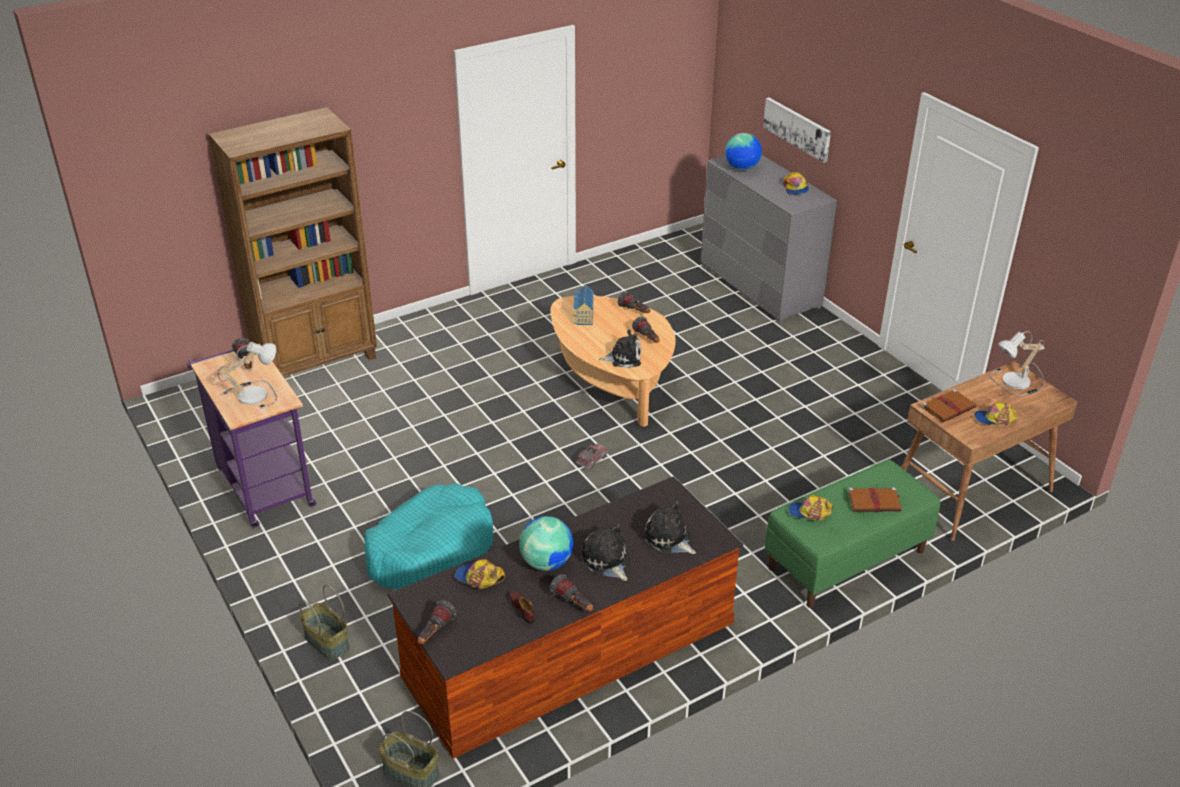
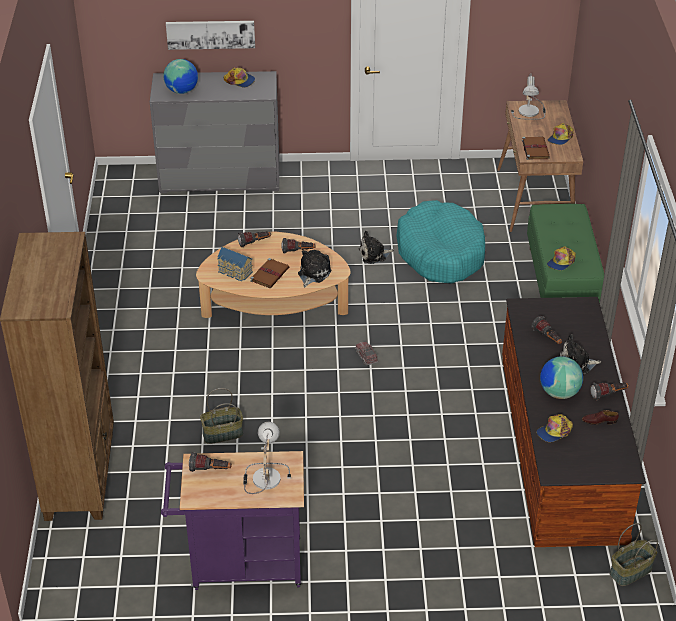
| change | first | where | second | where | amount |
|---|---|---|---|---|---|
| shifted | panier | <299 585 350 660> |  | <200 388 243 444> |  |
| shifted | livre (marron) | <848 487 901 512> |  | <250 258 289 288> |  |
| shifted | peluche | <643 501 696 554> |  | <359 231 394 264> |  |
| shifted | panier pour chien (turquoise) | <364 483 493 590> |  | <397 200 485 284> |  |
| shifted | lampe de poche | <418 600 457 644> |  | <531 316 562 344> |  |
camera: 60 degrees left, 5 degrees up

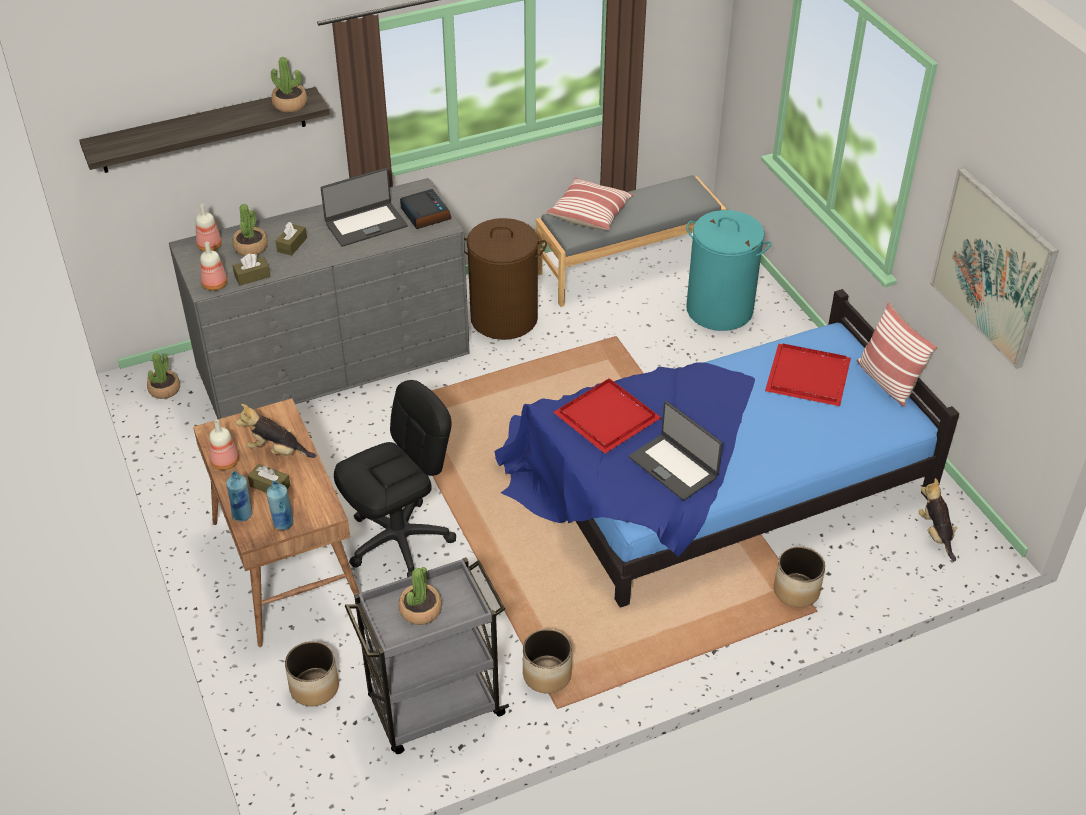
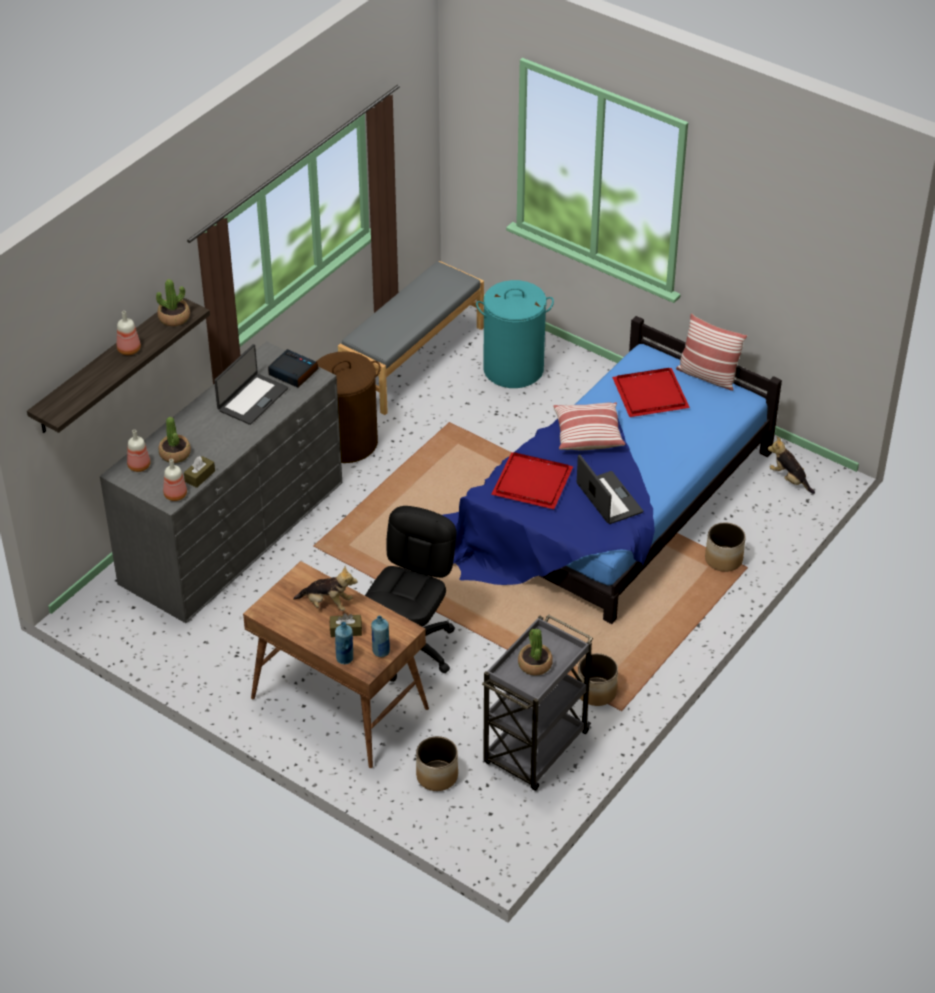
| change | first | where | second | where | amount |
|---|---|---|---|---|---|
| shifted | bouteille | <209 420 239 470> |  | <117 311 141 355> |  |
| rotated | peluche | <236 404 316 458> |  | <293 566 358 611> | 150 degrees counterclockwise |
| shifted | coussin | <547 178 634 230> |  | <553 402 625 450> |  |
| rotated | ordinateur portable | <629 401 723 501> |  | <577 454 643 524> | 135 degrees counterclockwise |
| gone | plante en pot | <147 353 180 399> |  |  |  |
| gone | boîte à mouchoirs (marron) | <276 222 307 256> |  |  |  |
| gone | tableau | <930 168 1059 369> |  |  |  |
camera: 30 degrees left, 0 degrees up

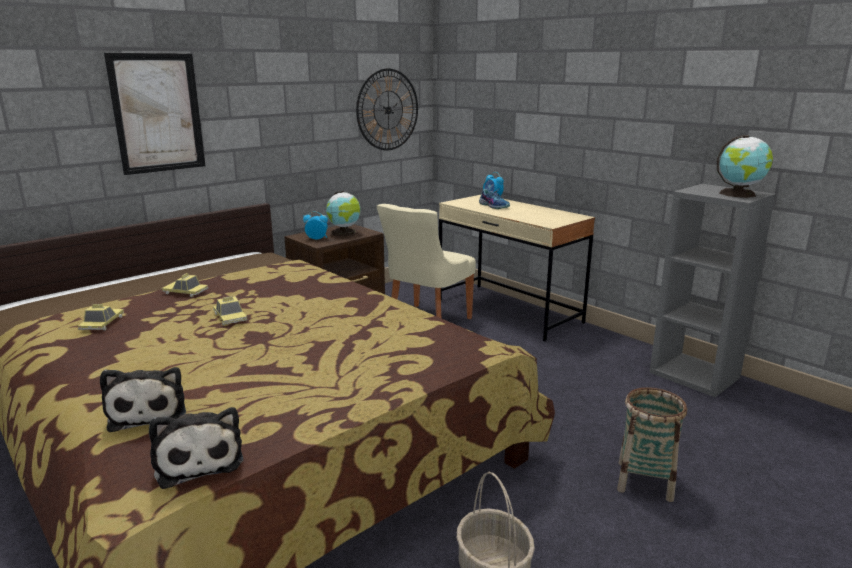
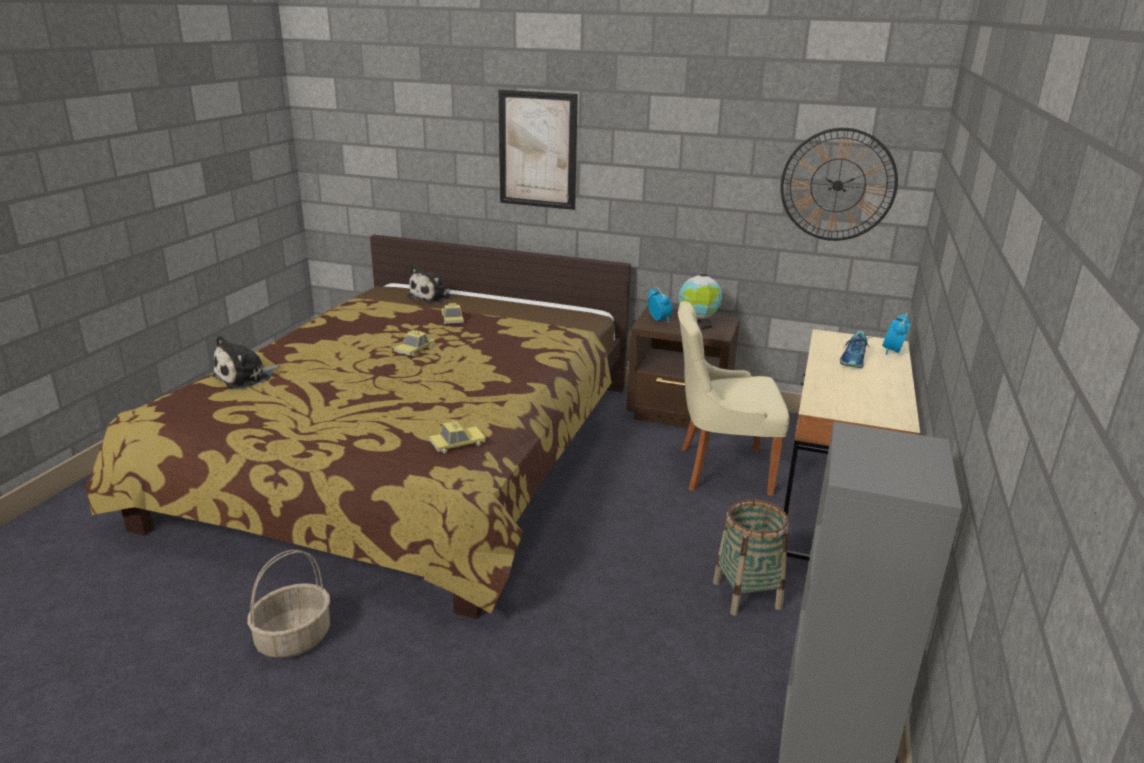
| change | first | where | second | where | amount |
|---|---|---|---|---|---|
| shifted | peluche | <149 407 243 489> |  | <407 265 452 303> |  |
| shifted | petite voiture | <78 304 124 330> |  | <429 420 486 454> |  |
| shifted | panier | <617 387 687 502> |  | <713 499 789 616> |  |
| gone | globe | <717 135 773 198> |  |  |  |
camera: 60 degrees right, 5 degrees up

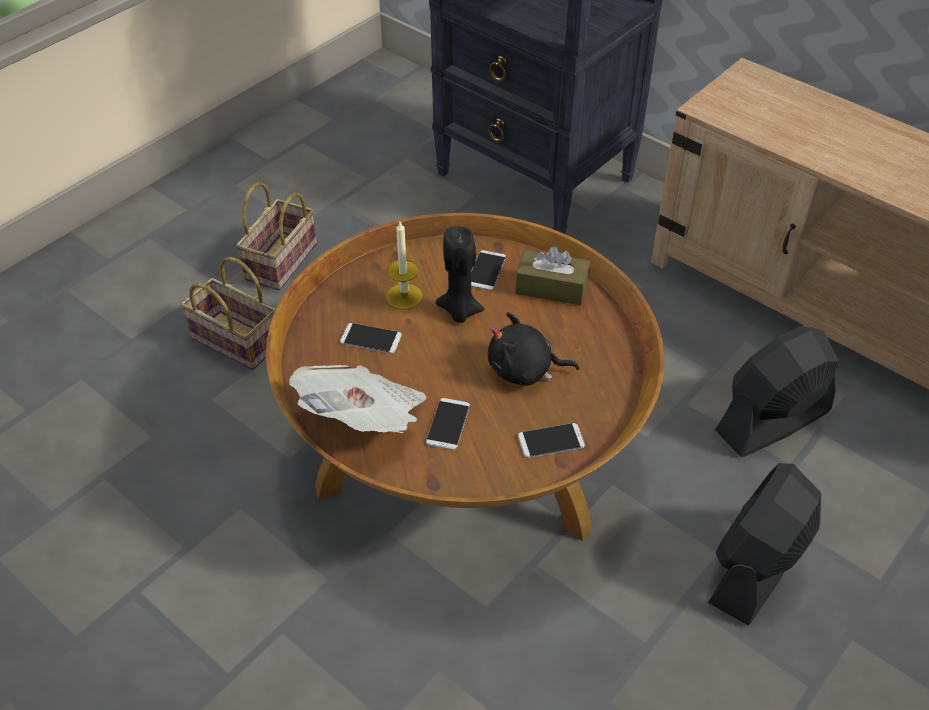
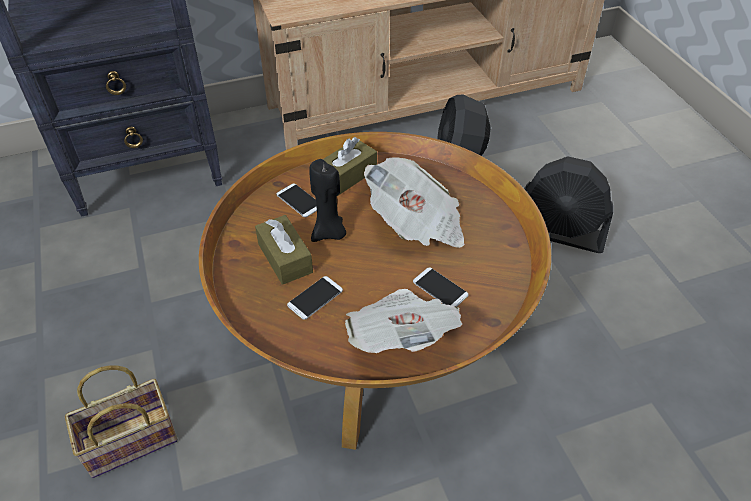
| change | first | where | second | where | amount |
|---|---|---|---|---|---|
| swapped | bougie | <386 222 423 310> | boîte à mouchoirs (marron) | <255 215 313 285> |  |
| swapped | peluche (noir) | <488 312 579 386> | journal | <364 157 465 248> |  |
| rotated | ventilateur (noir) | <708 463 821 626> |  | <524 156 613 253> | 45 degrees counterclockwise |
| gone | panier | <236 182 317 290> |  |  |  |
| gone | téléphone | <518 423 585 458> |  |  |  |
camera: 60 degrees left, 0 degrees up

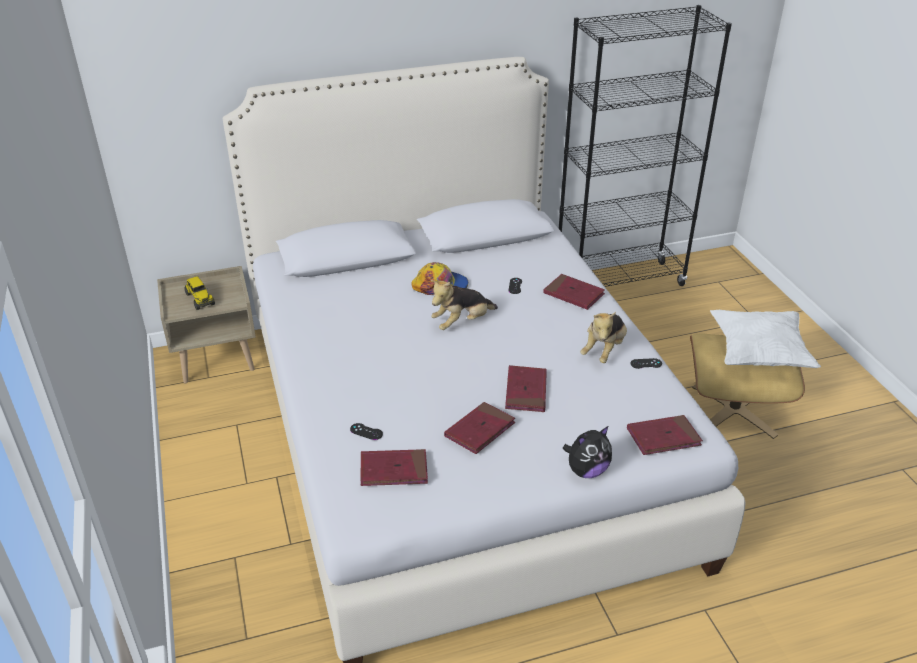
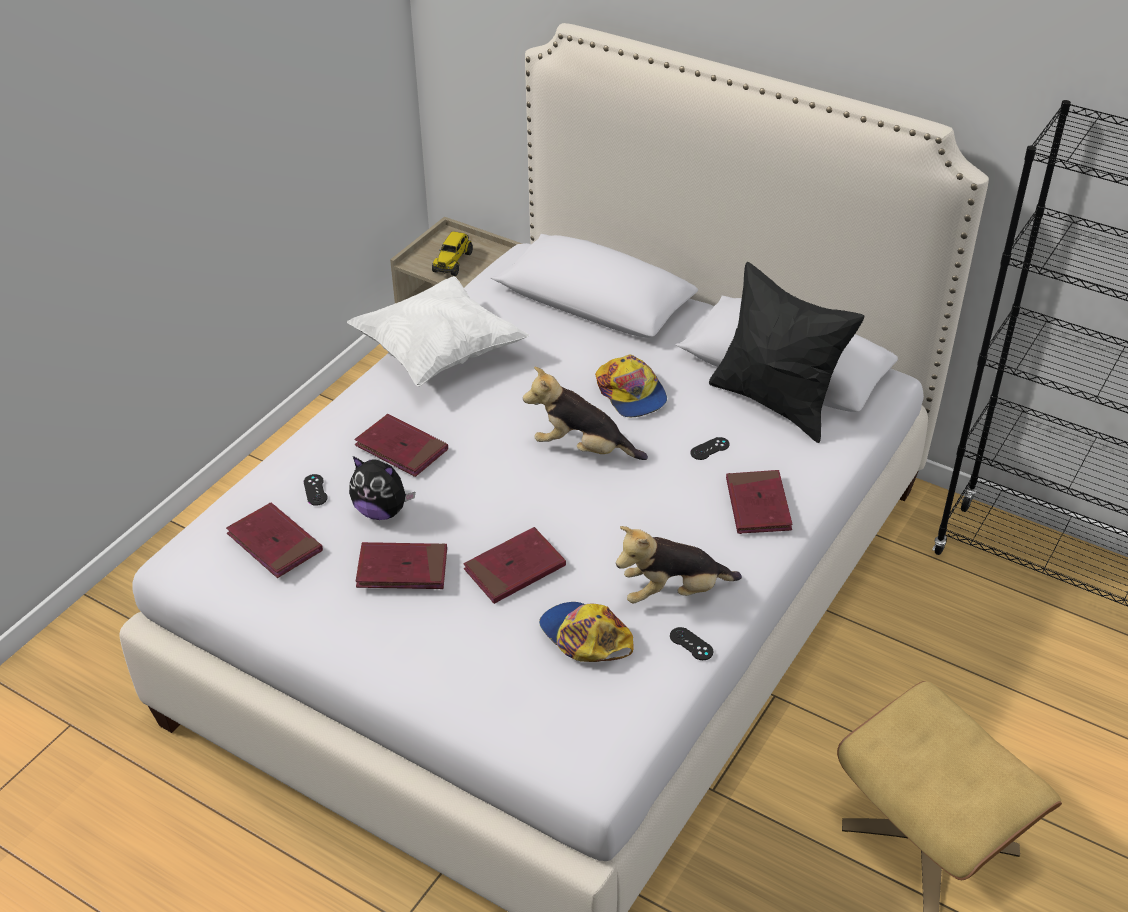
| change | first | where | second | where | amount |
|---|---|---|---|---|---|
| shifted | coussin (blanc) | <710 310 821 368> |  | <347 276 529 386> |  |
| shifted | peluche | <563 426 612 478> |  | <349 456 415 520> |  |
| shifted | livre (rouge) | <627 415 703 455> |  | <354 414 448 477> |  |
| new |  |  | casquette | <539 602 634 662> |  |
| new |  |  | coussin (noir) | <709 262 864 443> |  |
camera: 50 degrees right, 5 degrees up

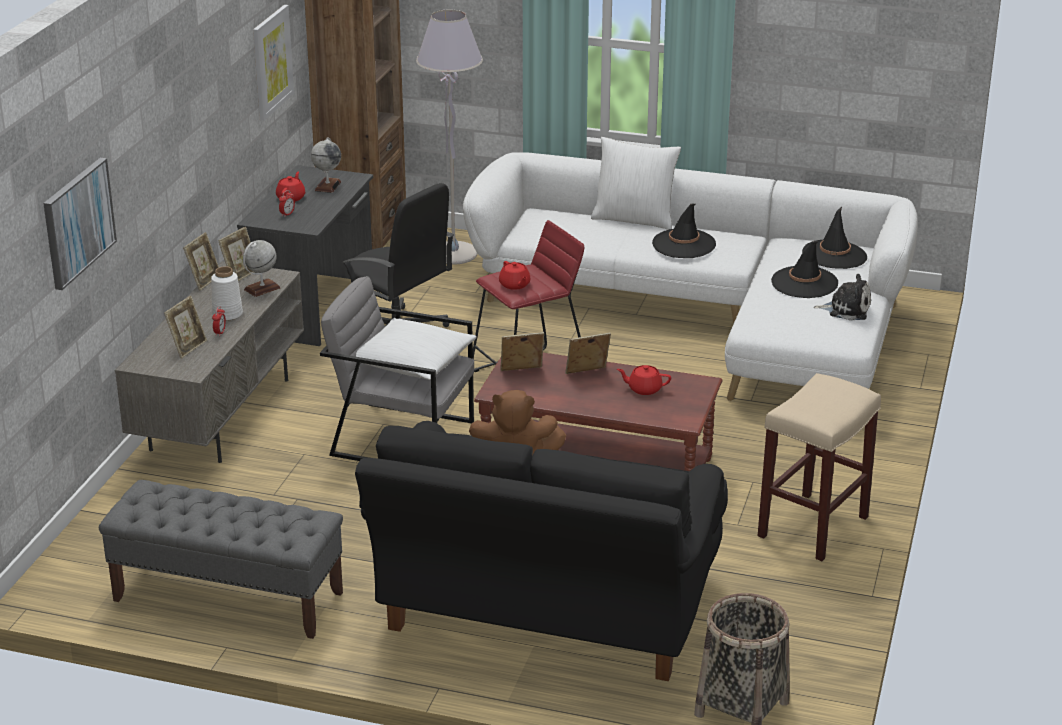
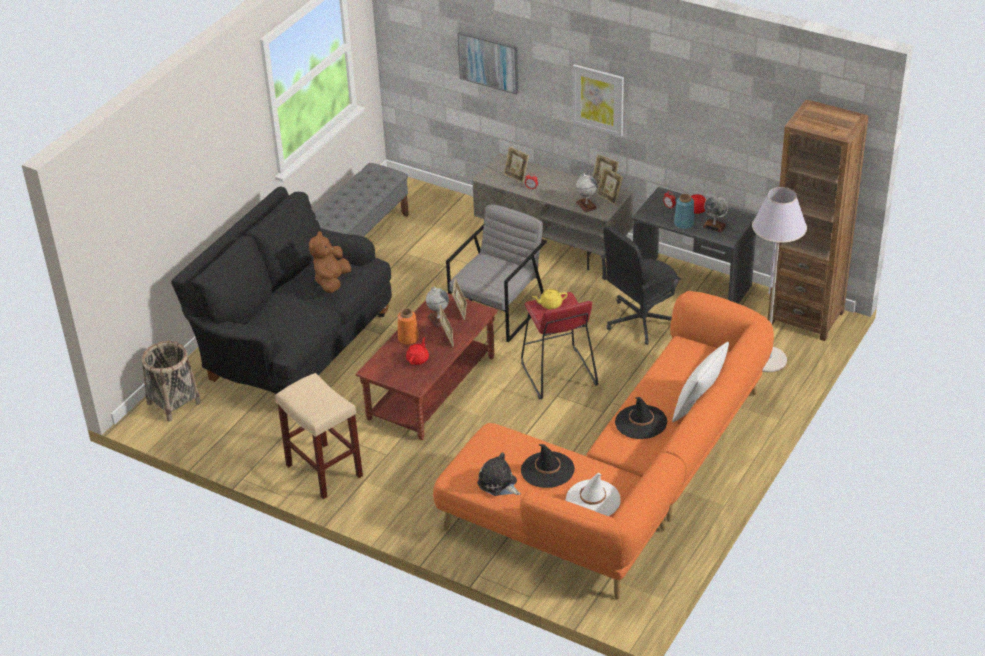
| change | first | where | second | where | amount |
|---|---|---|---|---|---|
| new |  |  | vase (orange) | <398 308 419 345> |  |
| new |  |  | globe | <426 286 449 328> |  |
| repainted | canapé (blanc) | <463 152 918 401> | canapé (orange) | <433 291 774 599> |  |
| rotated | peluche | <813 274 871 320> |  | <477 453 521 496> | 105 degrees clockwise |
| repainted | théière (rouge) | <499 261 530 290> | théière (jaune) | <532 289 568 309> |  |
| repainted | chapeau (noir) | <802 207 867 269> | chapeau (blanc) | <566 473 621 516> |  |
| shifted | tableau | <253 5 294 121> |  | <573 64 624 137> |  |
| new |  |  | vase (bleu) | <674 194 694 229> |  |
| gone | vase (blanc) | <211 266 243 321> |  |  |  |
| gone | coussin (blanc) | <356 318 477 380> |  |  |  |
camera: 105 degrees right, 10 degrees up

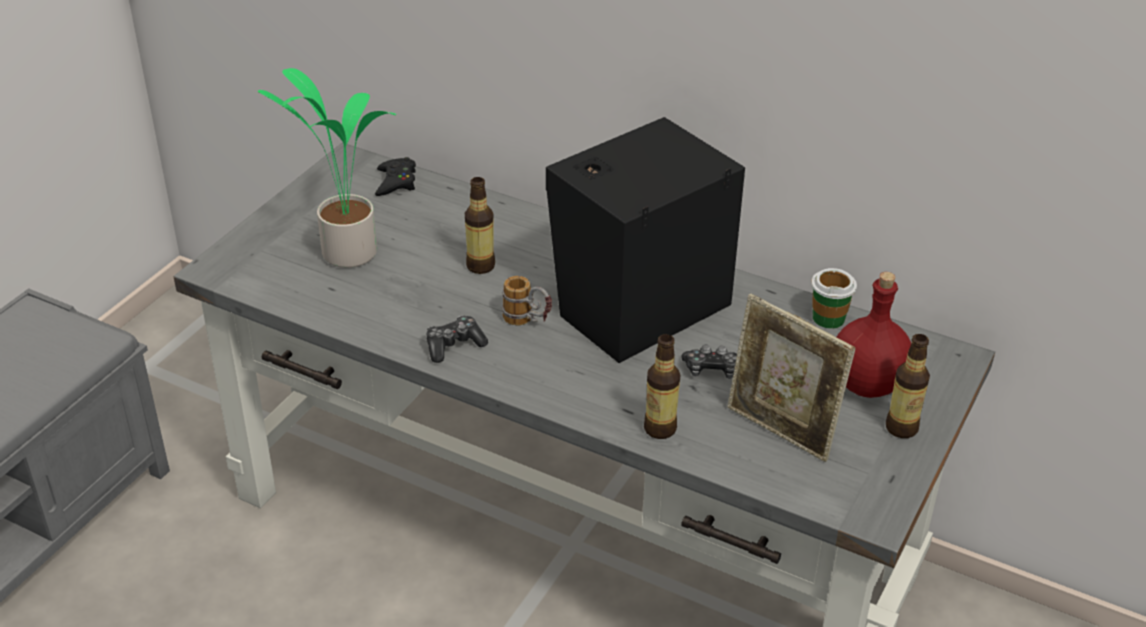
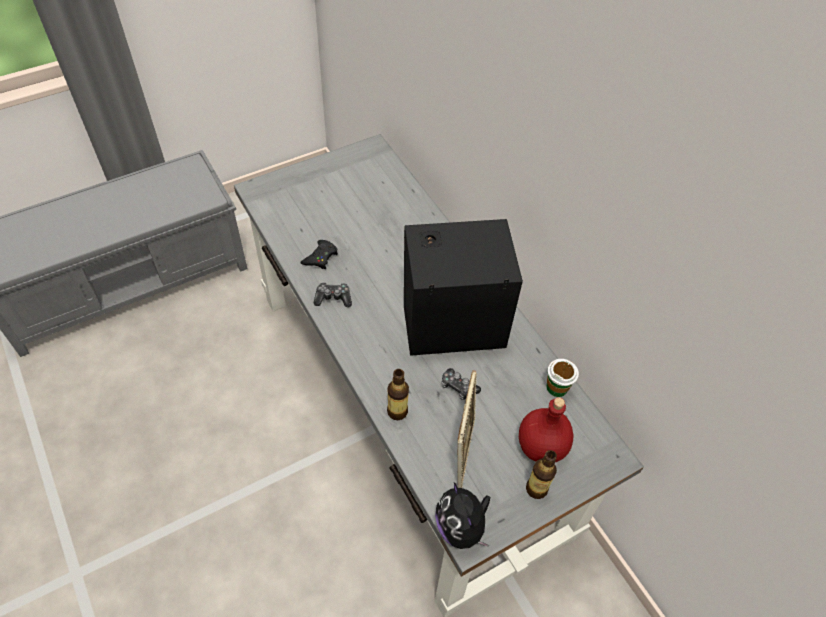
| change | first | where | second | where | amount |
|---|---|---|---|---|---|
| shifted | manette (noir) | <375 157 416 196> |  | <300 240 338 269> |  |
| new |  |  | peluche | <435 482 490 549> |  |
| rotated | cadre photo | <727 294 856 462> |  | <457 370 477 488> | 150 degrees counterclockwise |
| gone | plante en pot | <258 68 396 268> |  |  |  |
| gone | bouteille | <465 177 495 274> |  |  |  |
| gone | mug | <502 276 552 325> |  |  |  |
camera: 30 degrees right, 15 degrees up

